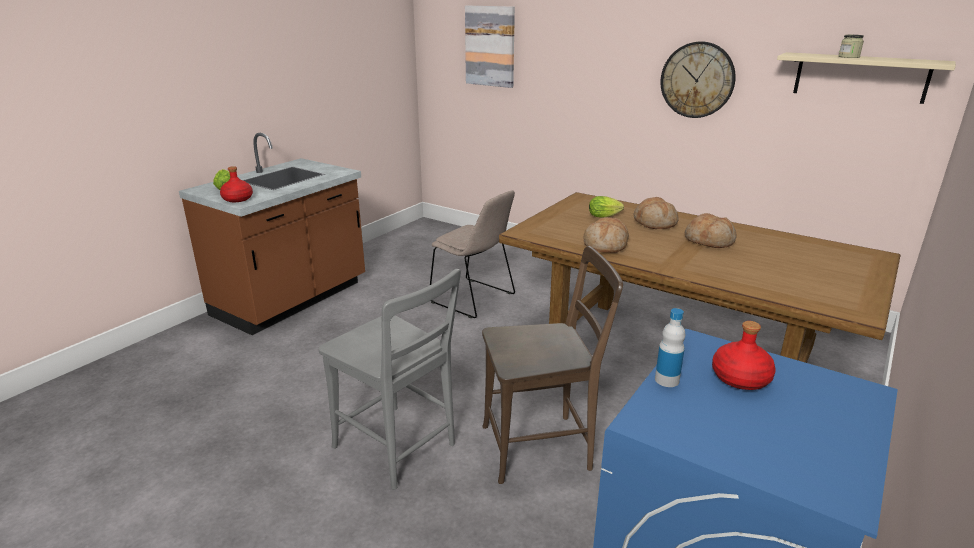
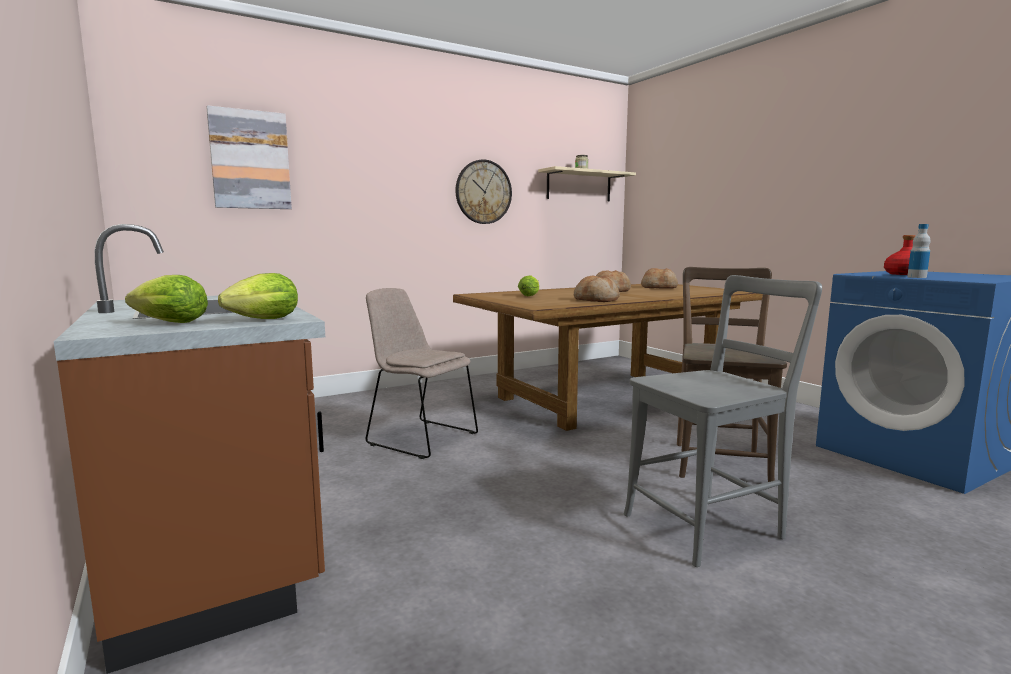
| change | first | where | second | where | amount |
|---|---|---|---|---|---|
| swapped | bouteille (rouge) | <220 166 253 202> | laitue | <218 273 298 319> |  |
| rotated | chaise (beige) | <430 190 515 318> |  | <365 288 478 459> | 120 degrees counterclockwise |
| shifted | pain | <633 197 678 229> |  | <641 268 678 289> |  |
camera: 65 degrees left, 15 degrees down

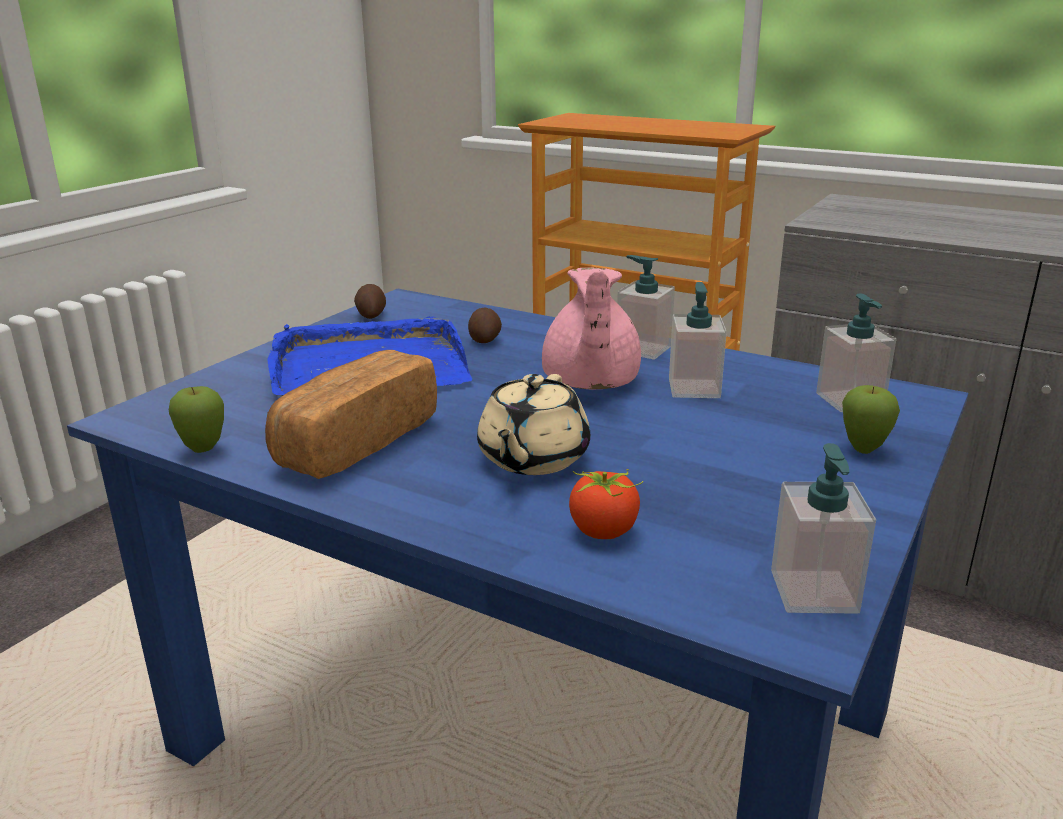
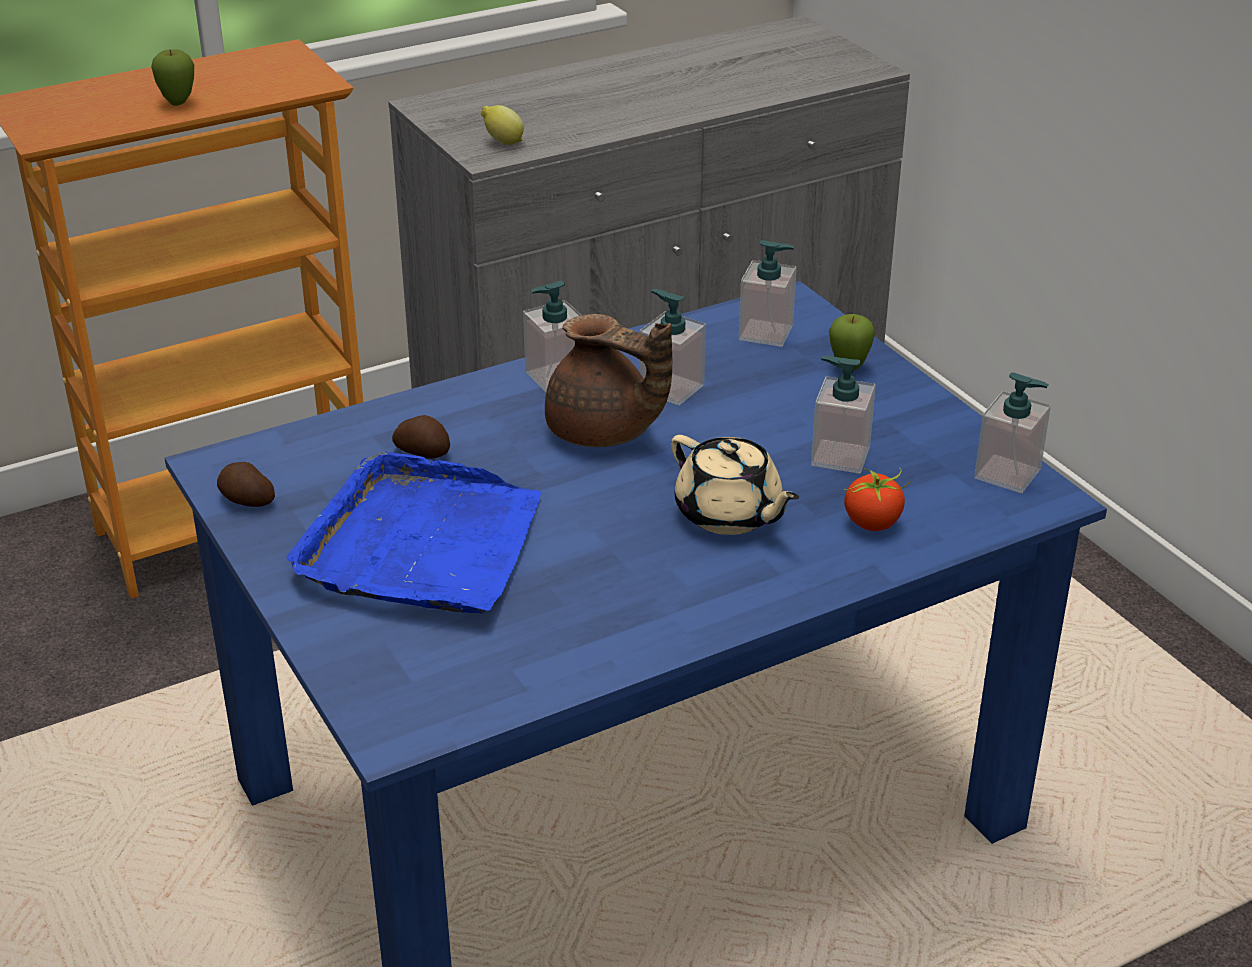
| change | first | where | second | where | amount |
|---|---|---|---|---|---|
| shifted | pomme | <169 386 224 453> |  | <151 49 194 106> |  |
| new |  |  | citron | <481 105 524 145> |  |
| repainted | théière (rose) | <542 267 641 389> | théière (marron) | <545 314 672 447> |  |
| new |  |  | distributeur de savon | <811 356 876 474> |  |
| gone | pain | <265 350 437 479> |  |  |  |
camera: 60 degrees left, 10 degrees up

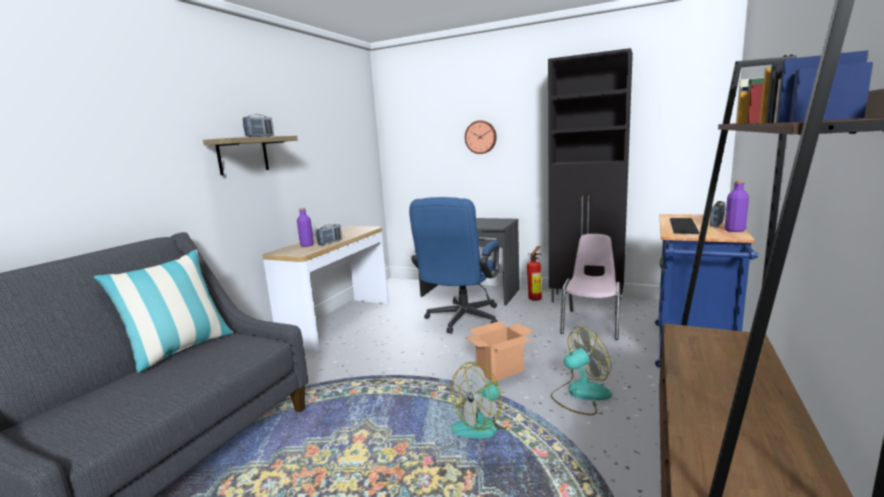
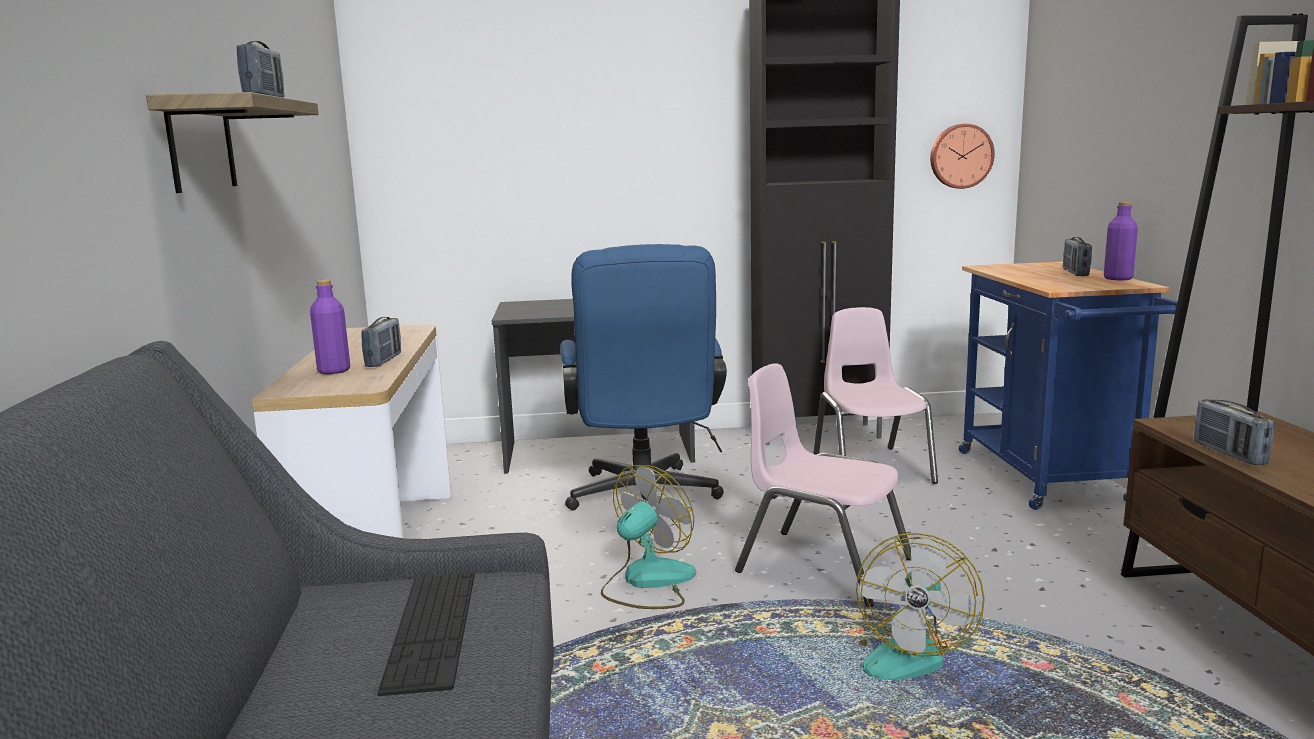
| change | first | where | second | where | amount |
|---|---|---|---|---|---|
| shifted | clavier | <670 218 699 234> |  | <377 572 475 696> |  |
| shifted | ventilateur | <551 326 612 415> |  | <601 465 696 609> |  |
| swapped | carton | <464 321 534 382> | chaise (rose) | <735 363 911 607> |  |
| shifted | horloge murale | <465 121 497 154> |  | <930 124 995 189> |  |
| new |  |  | radio | <1194 399 1275 465> |  |
| gone | coussin | <93 250 233 373> |  |  |  |
| gone | extincteur | <527 246 542 301> |  |  |  |
camera: 30 degrees left, 0 degrees up

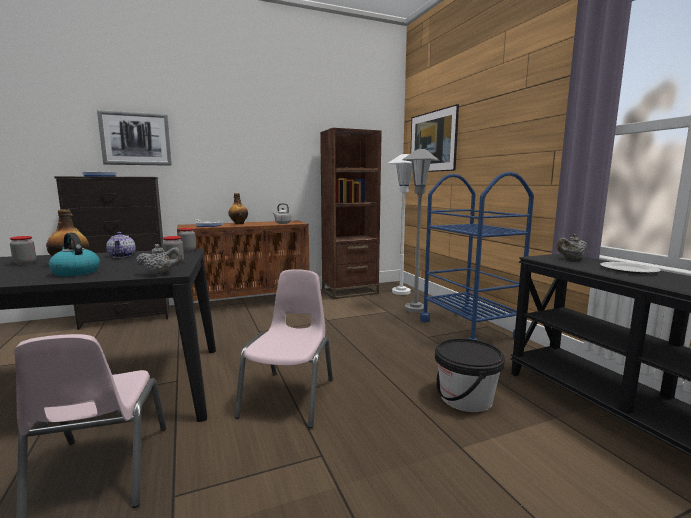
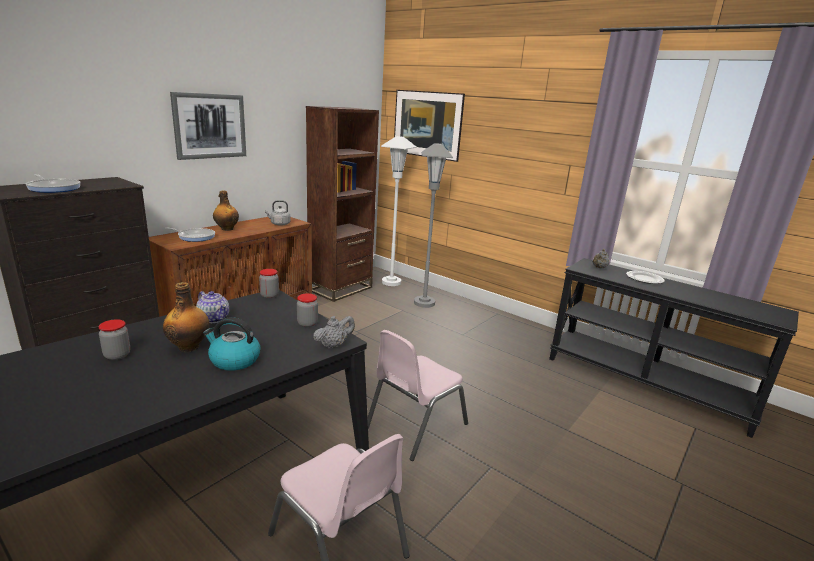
| change | first | where | second | where | amount |
|---|---|---|---|---|---|
| shifted | tableau | <97 110 172 166> |  | <170 92 246 160> |  |
| rotated | chaise (rose) | <235 269 333 428> |  | <367 330 468 461> | 120 degrees counterclockwise |
| gone | chariot (bleu) | <420 171 534 340> |  |  |  |
| gone | seau (noir) | <435 338 505 412> |  |  |  |
camera: 30 degrees left, 10 degrees up

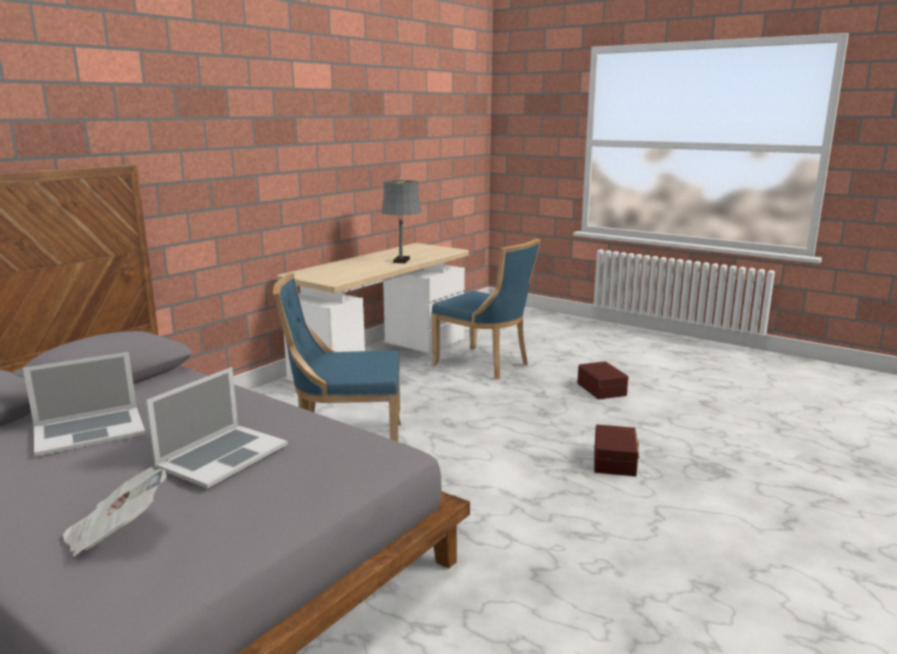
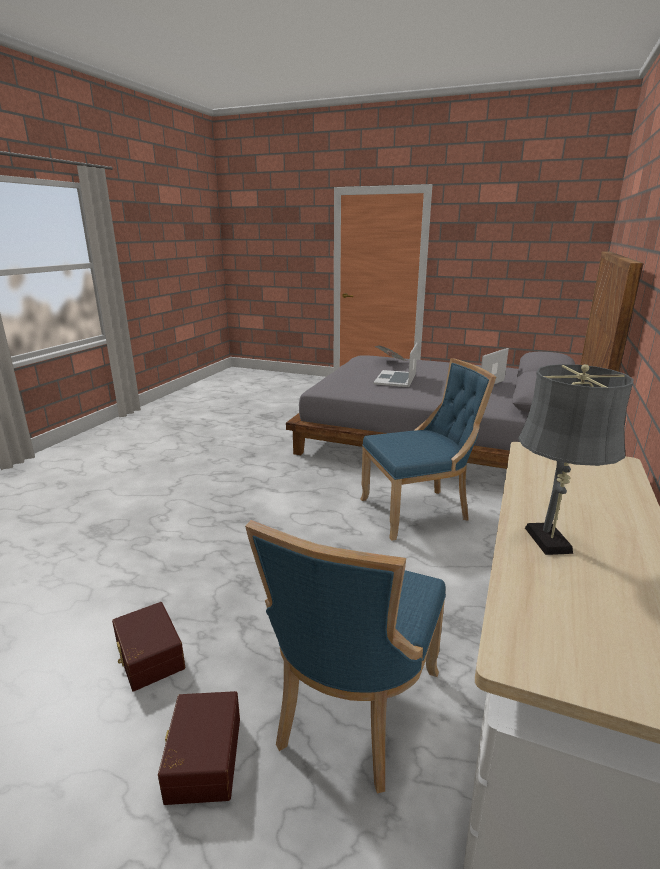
| change | first | where | second | where | amount |
|---|---|---|---|---|---|
| shifted | boîte de rangement (marron) | <594 425 640 477> |  | <158 691 240 805> |  |
| rotated | chaise (bleu) | <431 239 541 380> |  | <245 520 446 793> | 90 degrees counterclockwise |
camera: 165 degrees right, 5 degrees up

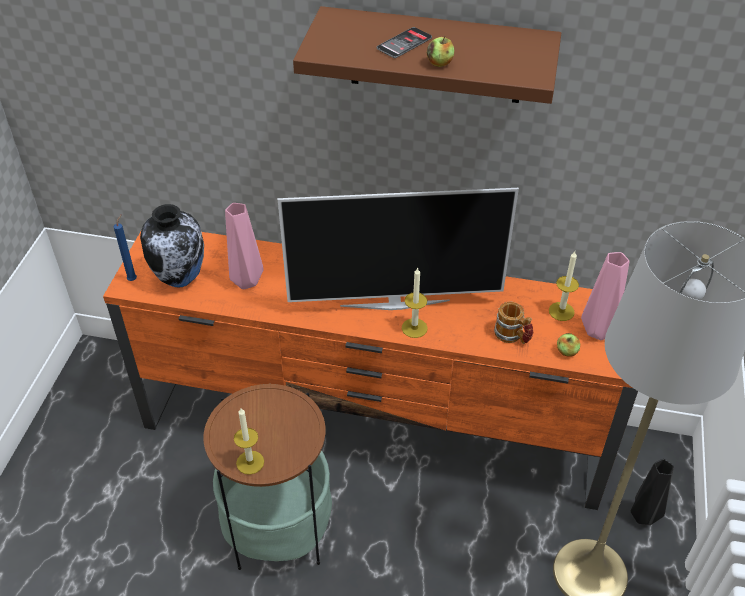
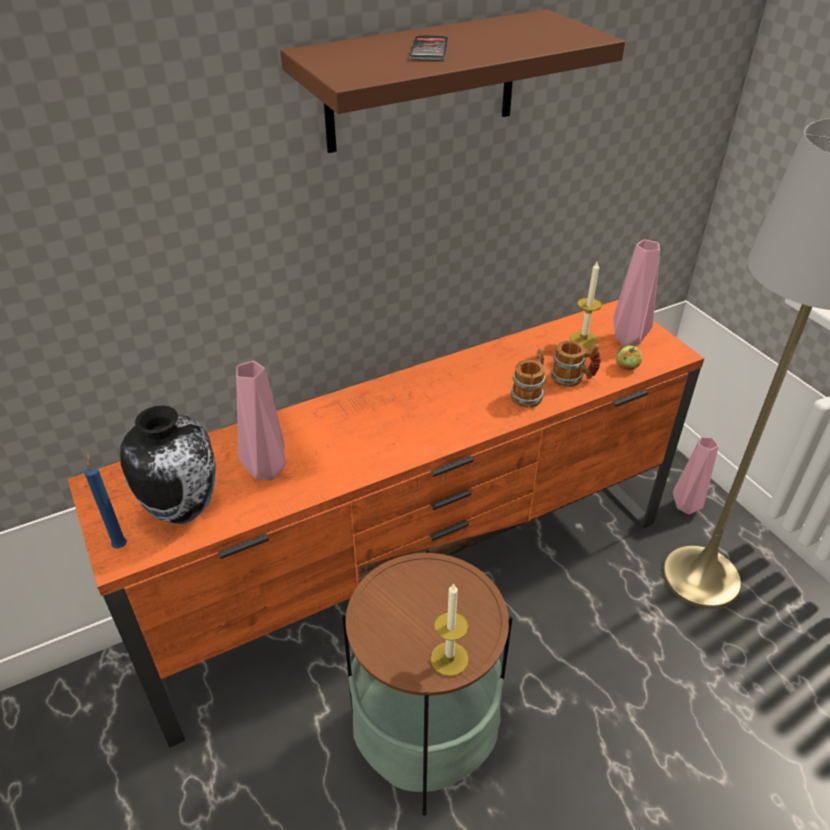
| change | first | where | second | where | amount |
|---|---|---|---|---|---|
| new |  |  | mug | <510 349 546 408> |  |
| repainted | vase (noir) | <630 459 674 525> | vase (rose) | <673 437 719 514> |  |
| gone | téléviseur | <278 188 519 310> |  |  |  |
| gone | bougie | <402 267 428 338> |  |  |  |
| gone | pomme | <427 36 455 67> |  |  |  |
camera: 40 degrees left, 5 degrees down

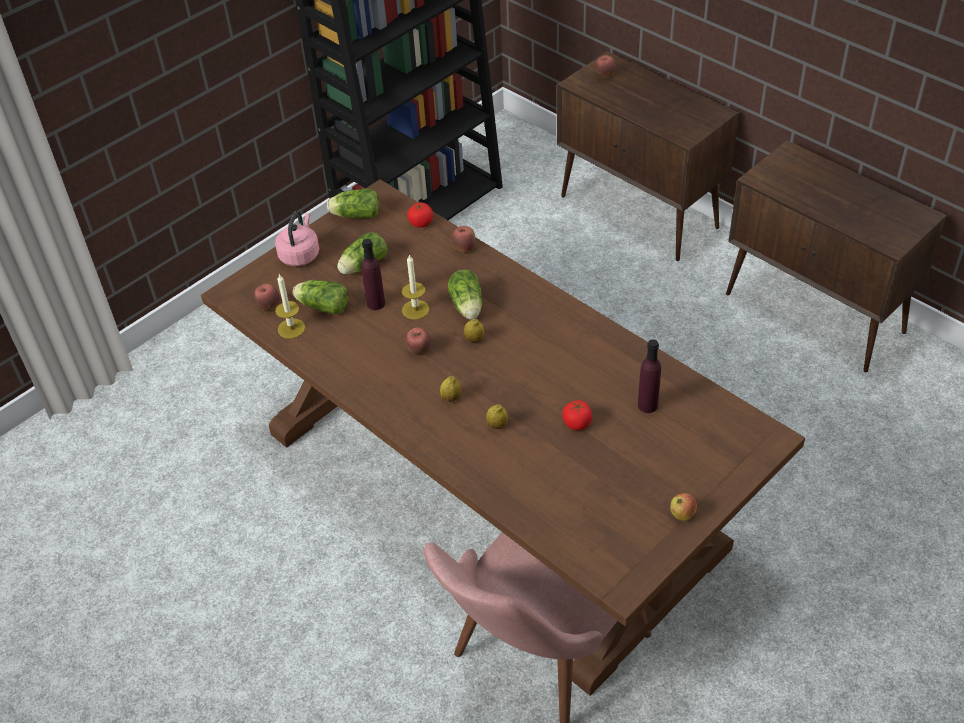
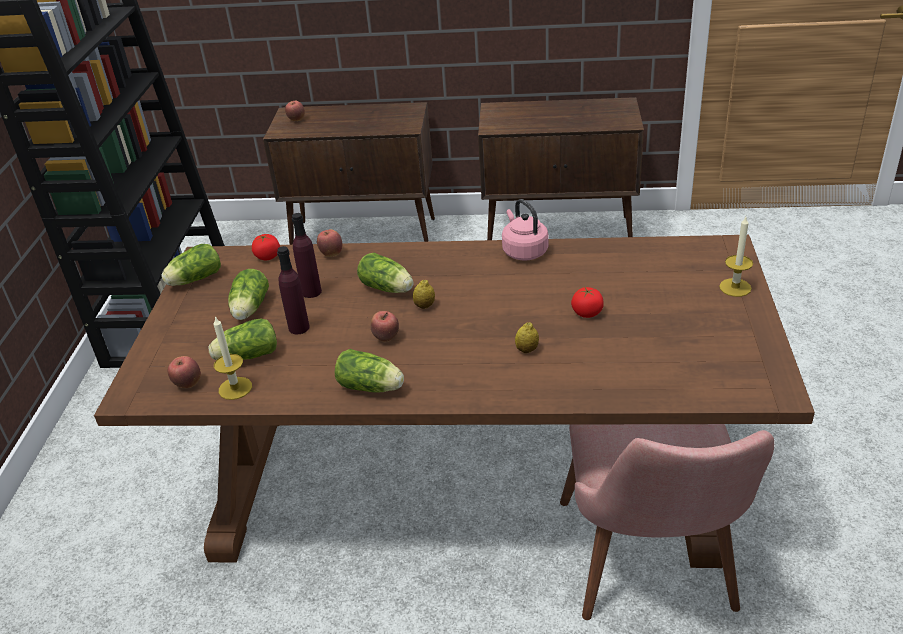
| change | first | where | second | where | amount |
|---|---|---|---|---|---|
| shifted | bouteille (violet) | <638 339 661 413> |  | <292 213 322 298> |  |
| new |  |  | laitue | <335 349 404 393> |  |
| shifted | bouilloire (rose) | <275 211 319 266> |  | <502 199 548 261> |  |
| shifted | bougie | <402 255 429 320> |  | <719 217 753 297> |  |
| gone | citron | <440 376 461 402> |  |  |  |
| gone | pomme | <670 493 697 521> |  |  |  |
camera: 40 degrees left, 10 degrees down

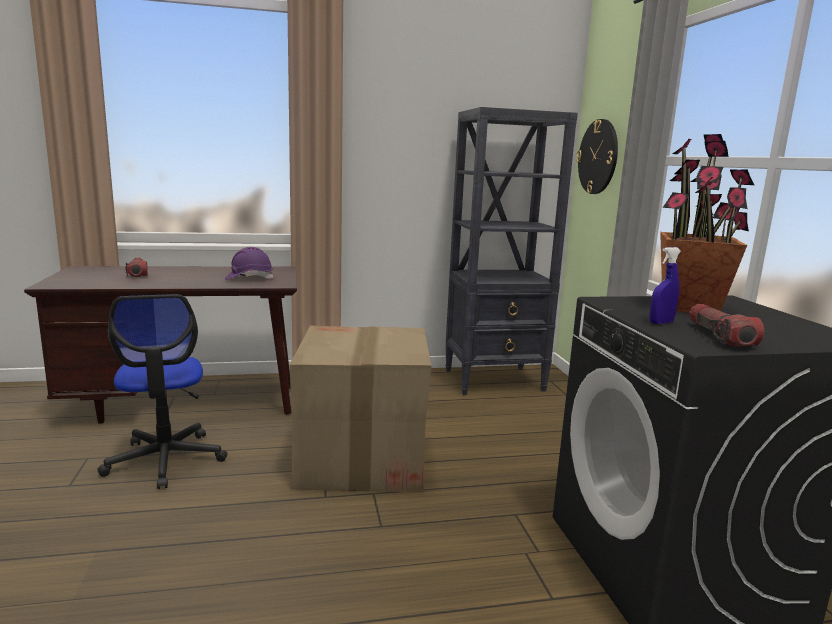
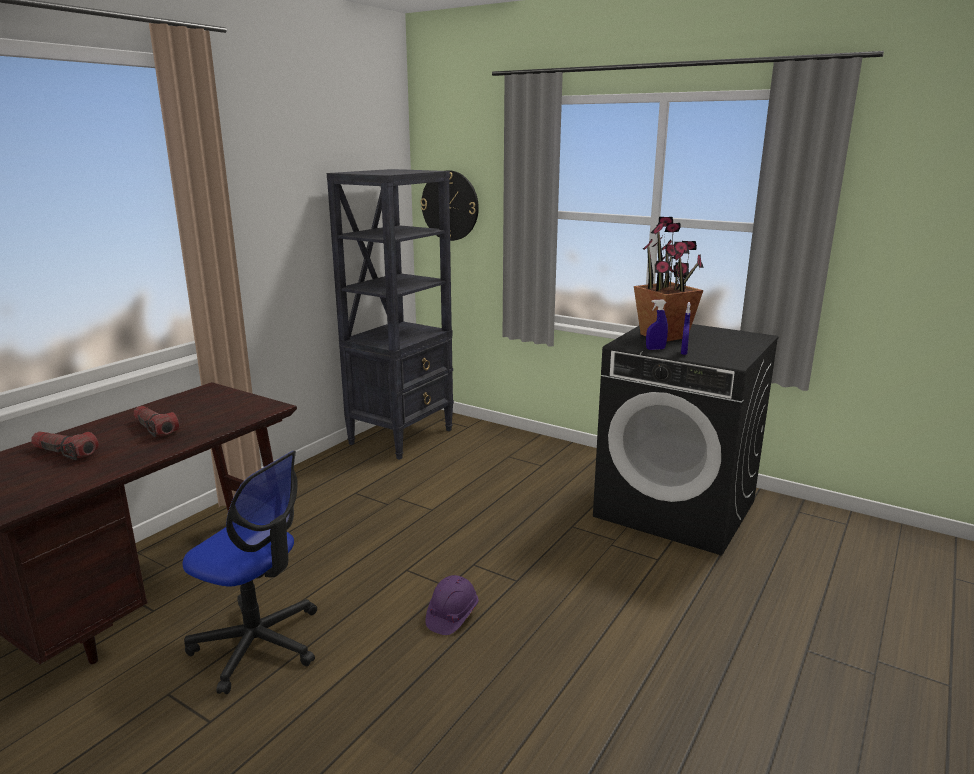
| change | first | where | second | where | amount |
|---|---|---|---|---|---|
| shifted | lampe de poche | <689 304 764 347> |  | <133 406 179 437> |  |
| shifted | casque de chantier (violet) | <225 247 274 280> |  | <425 575 478 635> |  |
| new |  |  | vaporisateur (bleu) | <646 300 668 350> |  |
| gone | carton | <290 326 432 492> |  |  |  |
camera: 45 degrees left, 5 degrees up

